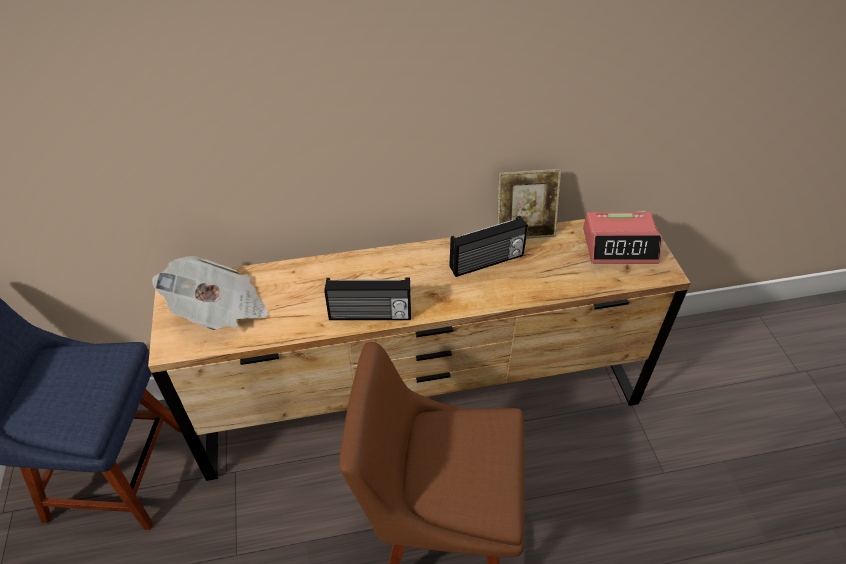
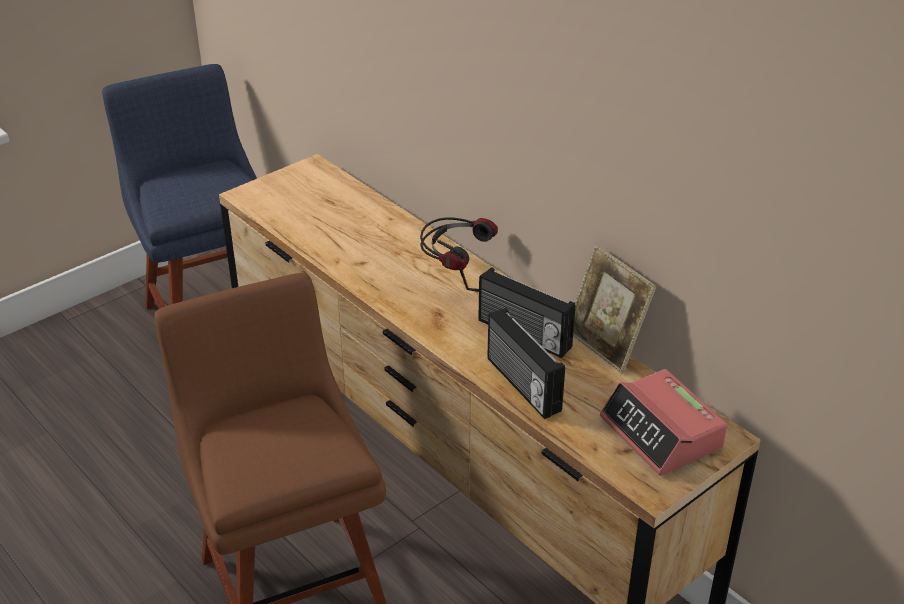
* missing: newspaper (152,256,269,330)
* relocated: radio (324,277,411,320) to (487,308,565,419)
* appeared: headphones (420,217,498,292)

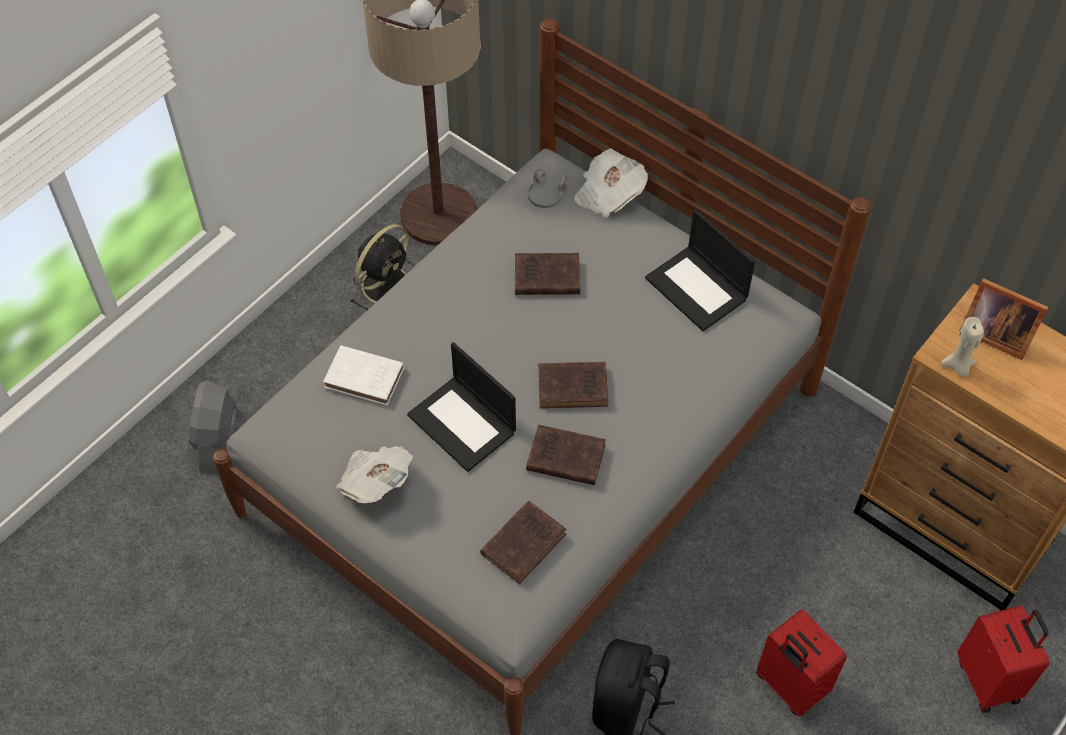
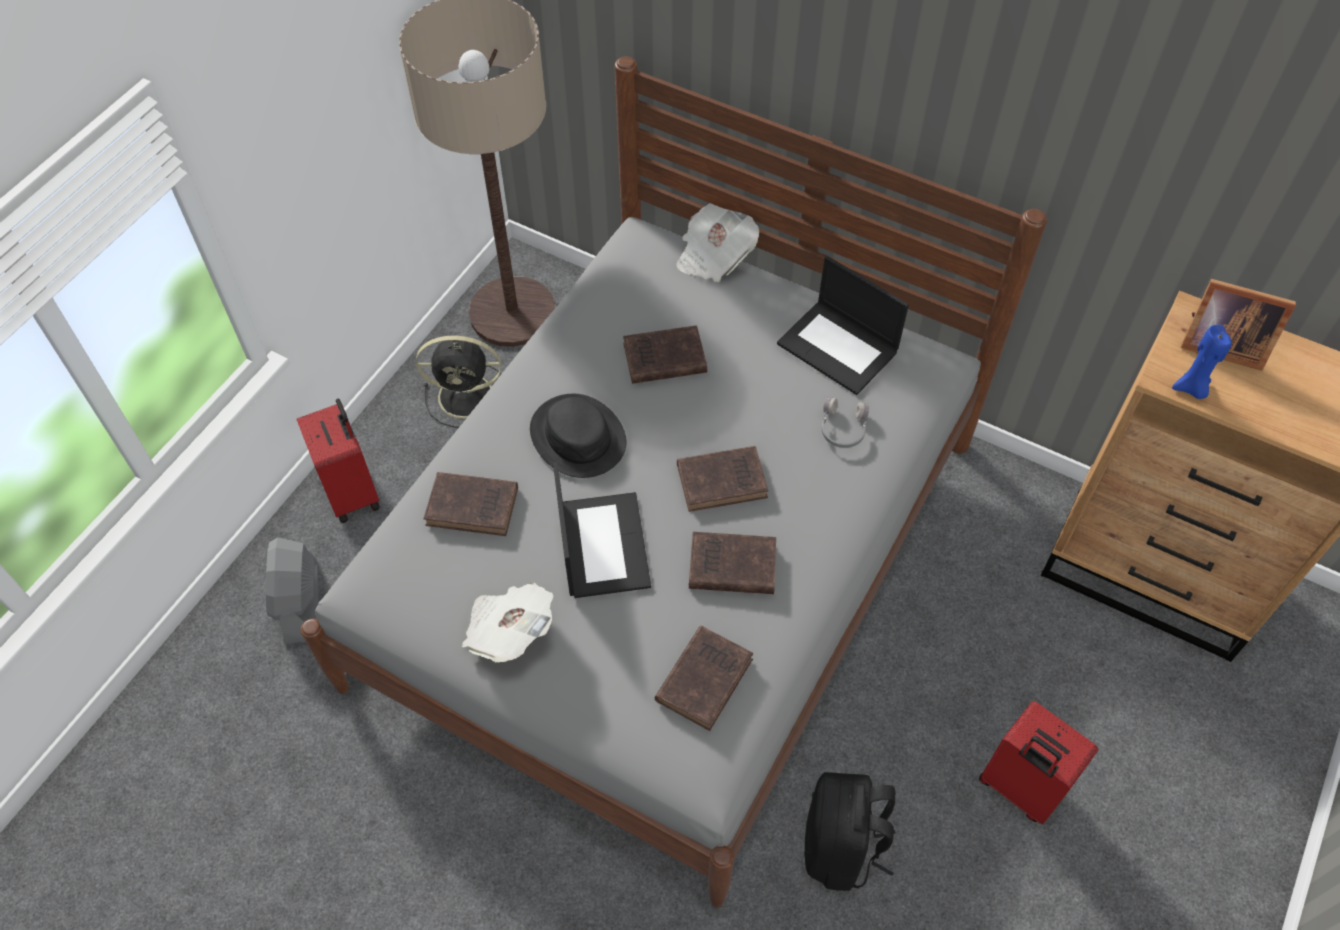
* relocated: grey headphones (528,169,569,208) to (822,397,869,448)
* spun: black fan (350,224,415,310) = (416,336,501,428) 60 degrees clockwise
* colour: beige candle (941,317,984,376) to blue candle (1172,325,1232,399)
* spun: laptop (407,342,516,472) = (553,462,651,598) 135 degrees counterclockwise
* colour: white book (323,345,404,406) to brown book (424,472,518,536)
* relocated: red suitcase (958,605,1049,713) to (297,398,380,523)
* appeared: black hat (530,394,626,478)

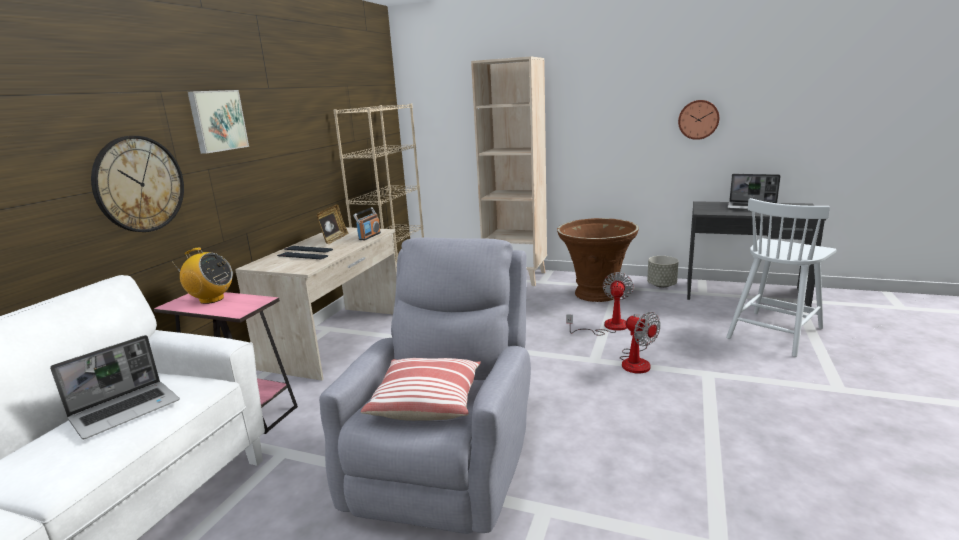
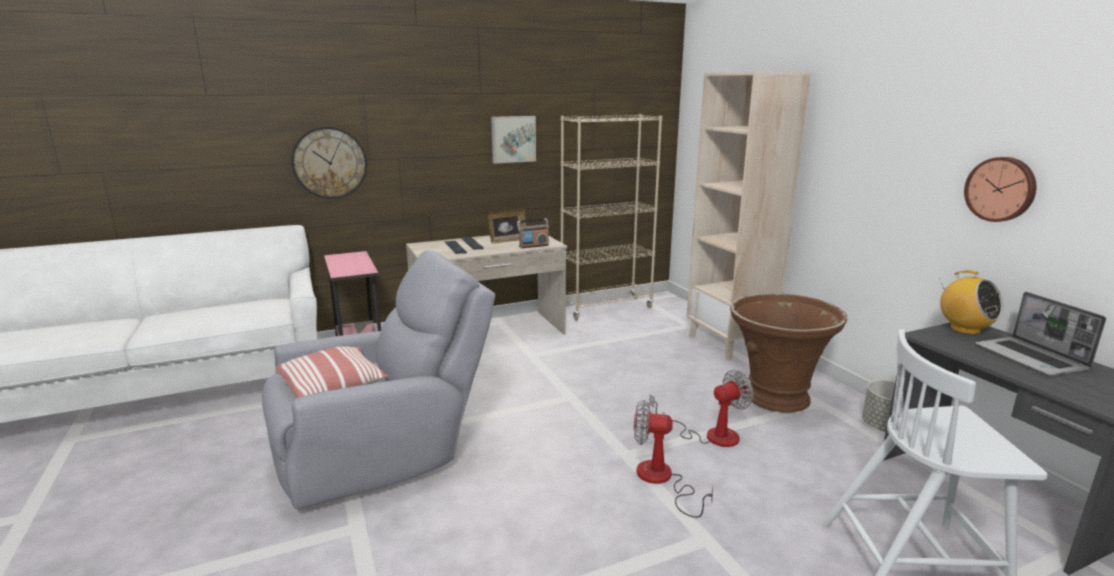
* relocated: picture (188,90,249,154) to (491,116,536,164)
* relocated: radio (171,248,233,304) to (939,270,1003,335)
* spun: fan (620,312,661,374) = (634,400,713,518) 90 degrees clockwise
* missing: laptop (50,335,180,439)

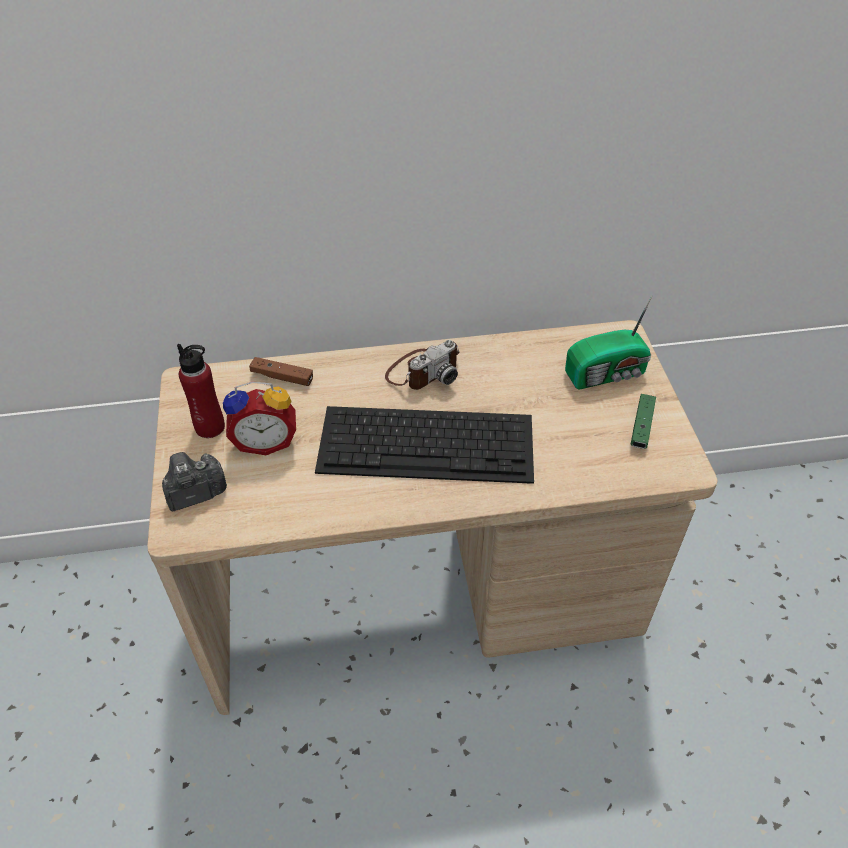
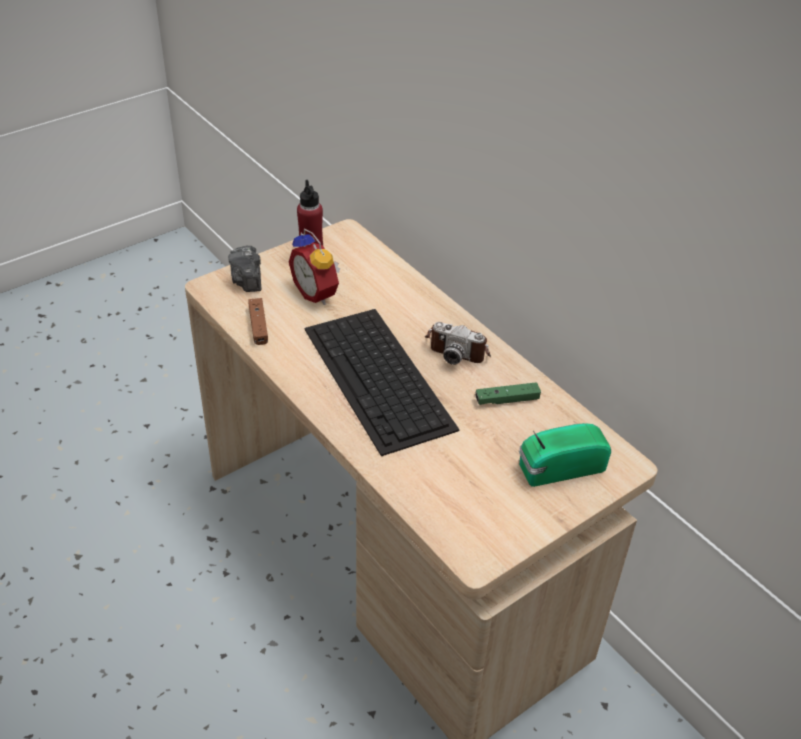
* spun: radio (565,295,653,389) = (519,423,611,487) 120 degrees clockwise
* relocated: brown game controller (249,357,313,386) to (249,298,268,345)
* relocated: green game controller (630,394,656,449) to (475,382,541,405)
* spun: photo camera (162,452,227,511) = (228,246,262,292) 135 degrees counterclockwise

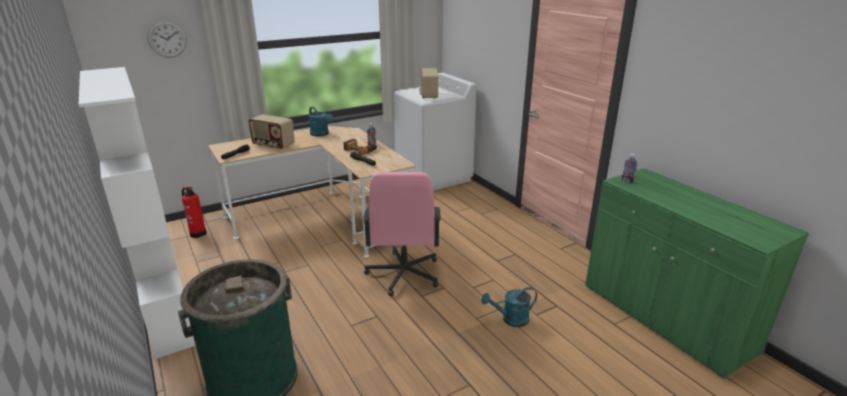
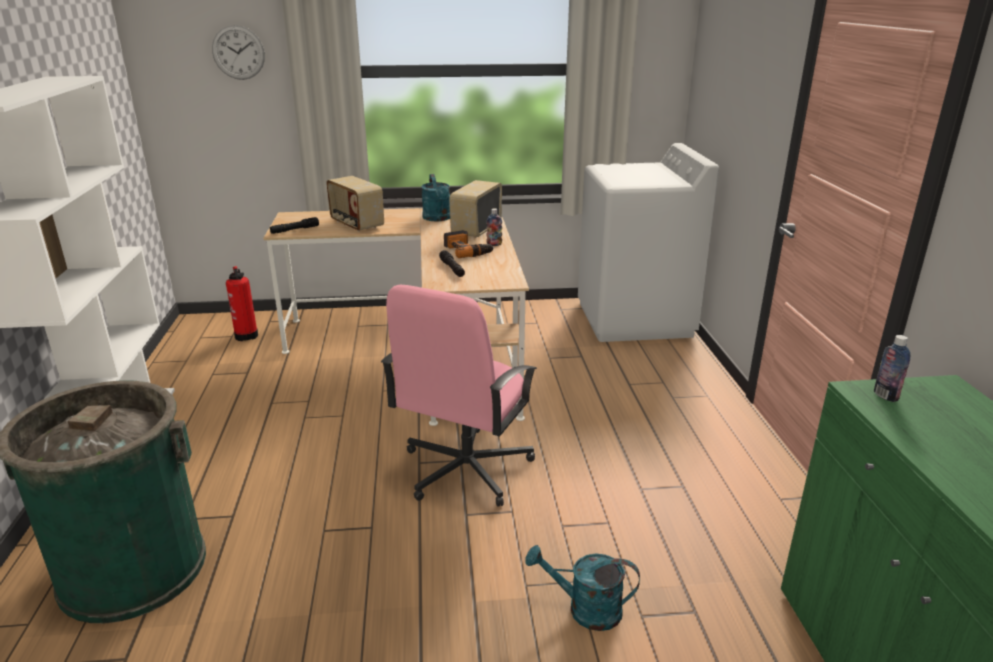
* relocated: radio (419,68,438,99) to (449,180,502,238)

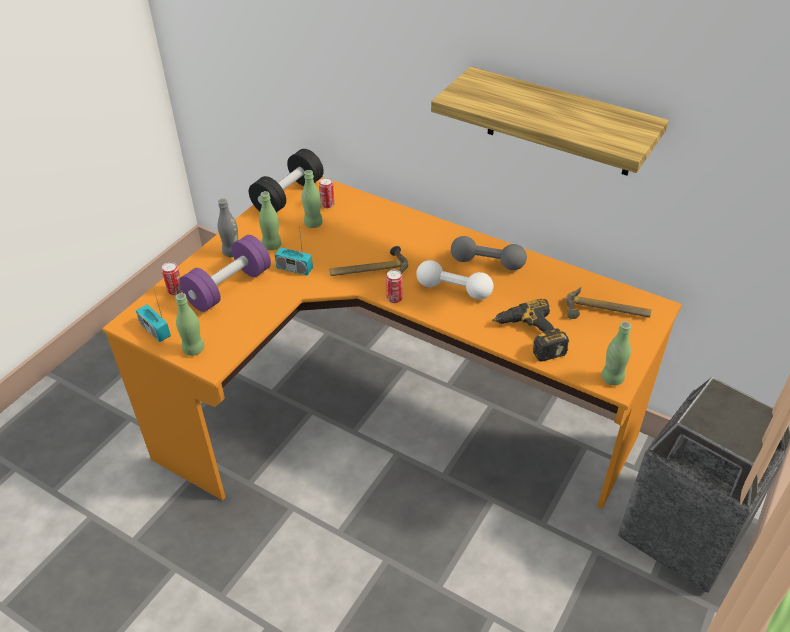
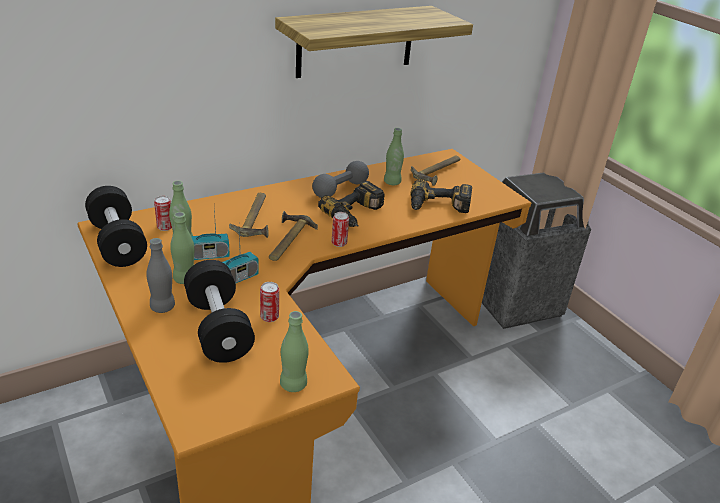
* colour: purple dumbbell (180,235,271,312) to black dumbbell (184,260,255,363)
* exchanged: white dumbbell (416,260,493,300) to power drill (318,181,385,227)
* relocated: can (162,262,182,295) to (260,282,279,322)
* relocated: radio (136,294,171,342) to (191,209,230,260)
* relocated: green bottle (601,321,631,385) to (384,128,404,185)
* appeared: hammer (229,193,268,238)

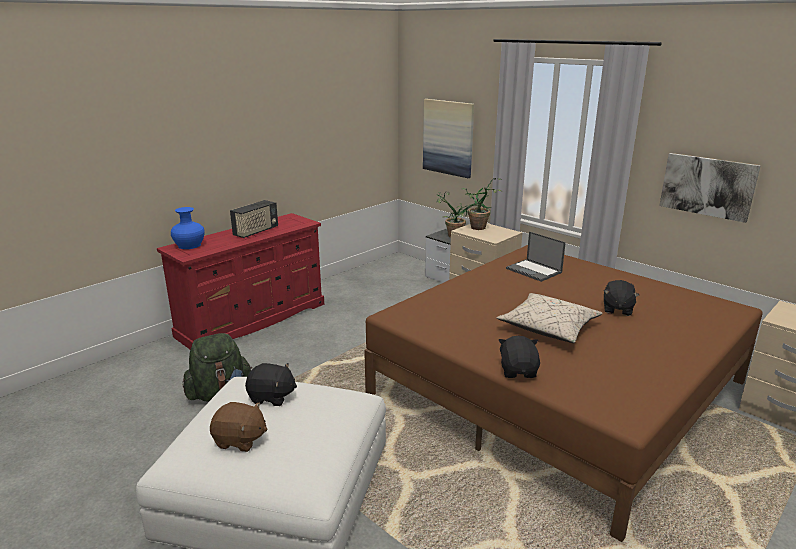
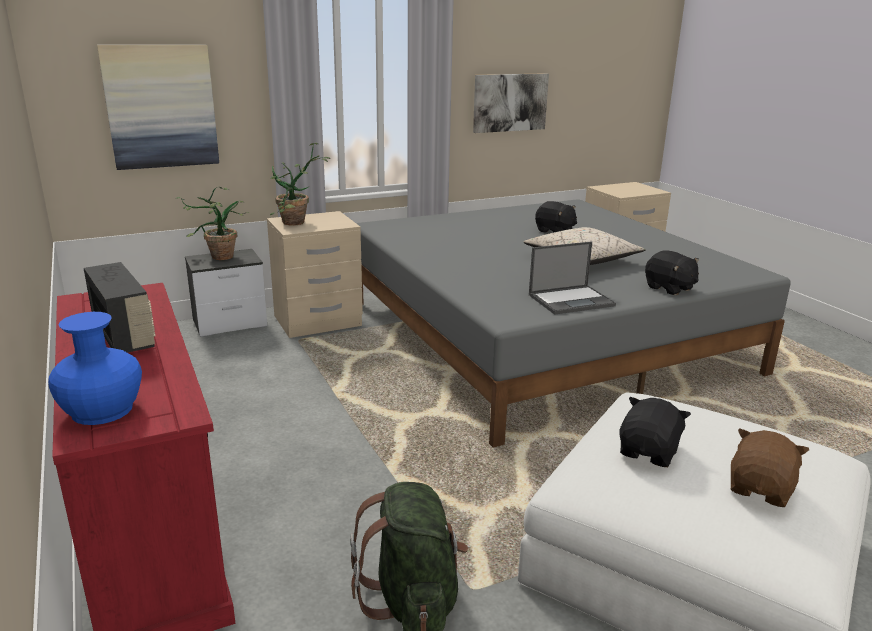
* relocated: laptop (506,231,566,282) to (529,241,616,315)
* colour: brown bed (364,245,762,542) to grey bed (356,199,791,447)
* spun: black plush toy (498,336,540,378) = (645,250,699,295) 150 degrees counterclockwise

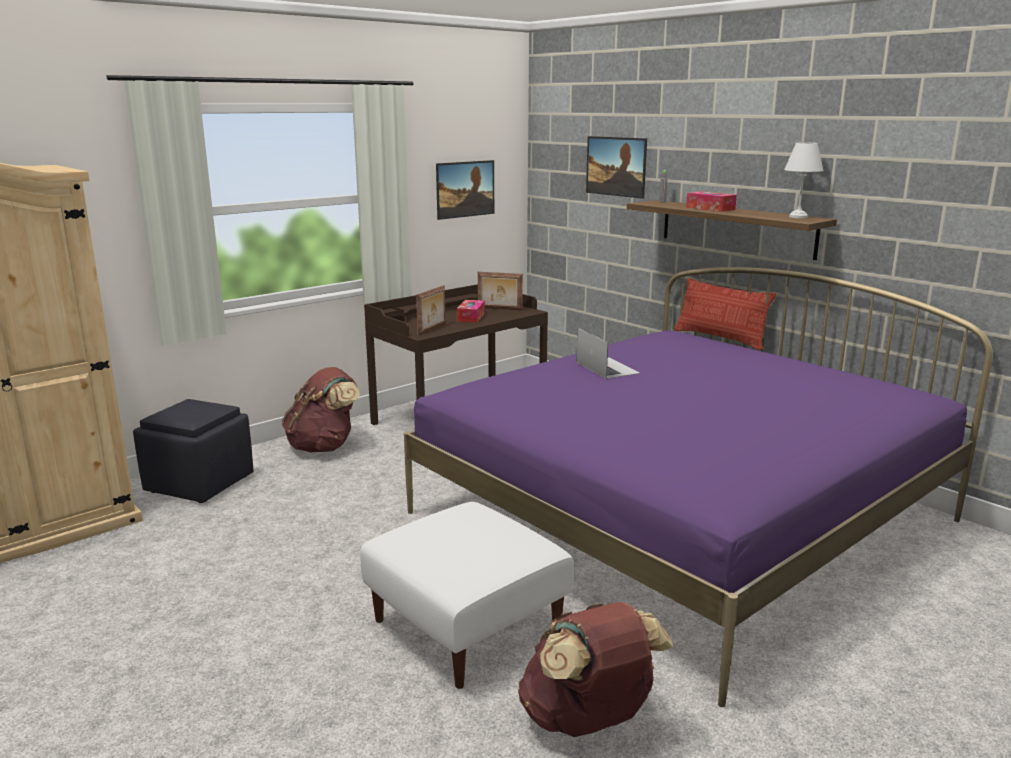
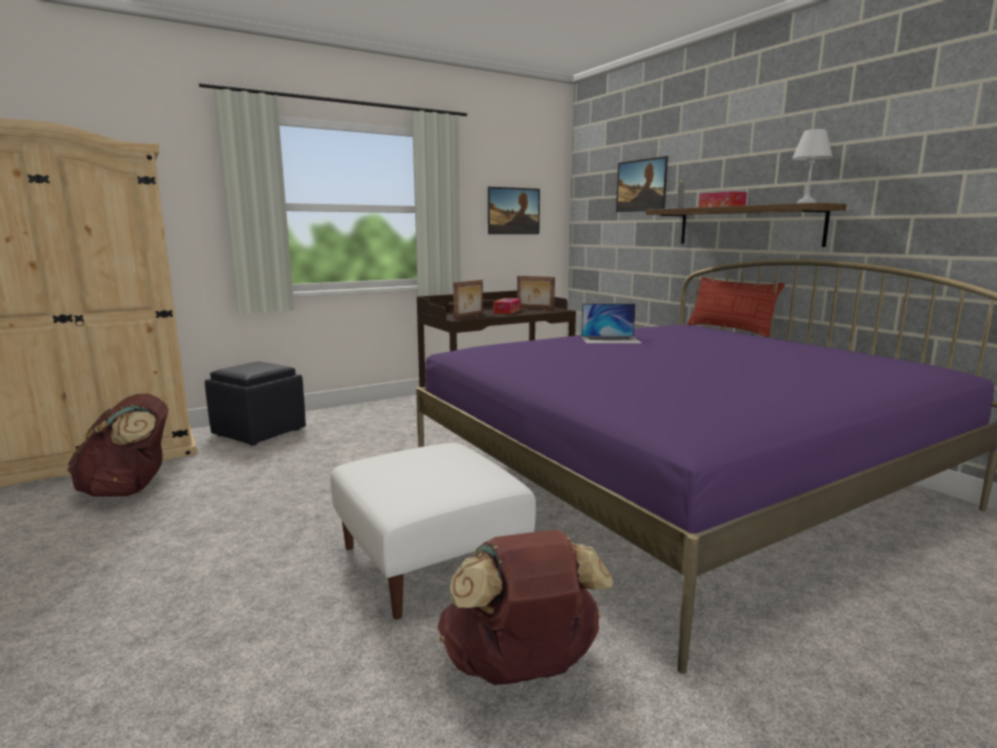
* spun: laptop (576,328,640,379) = (581,304,642,344) 105 degrees clockwise
* relocated: brown backpack (282,367,360,452) to (67,394,169,496)

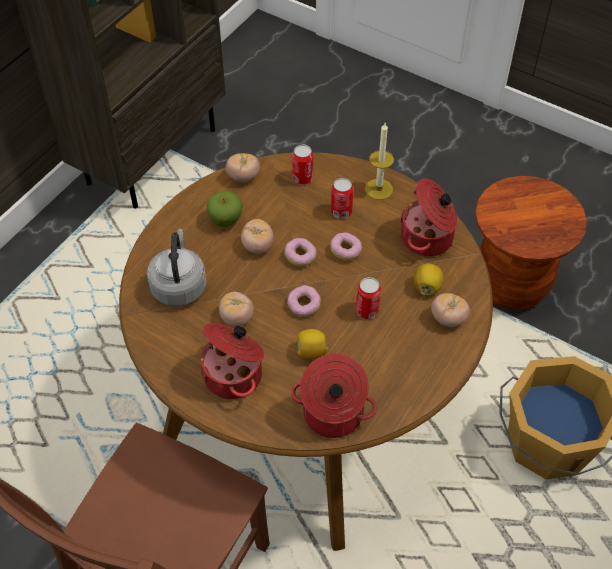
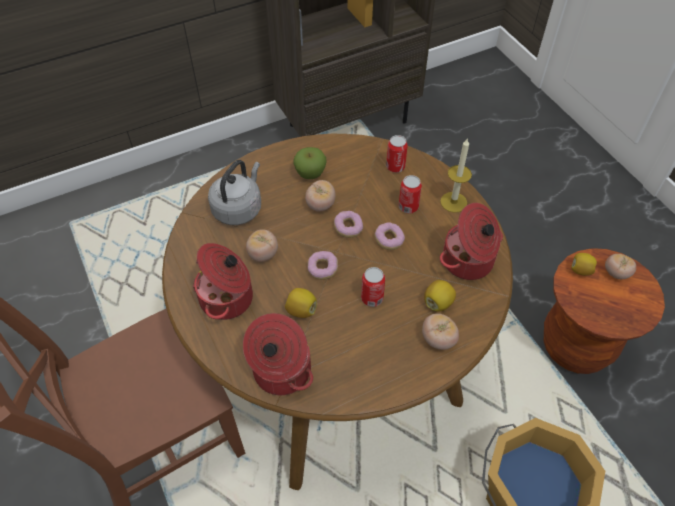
* relocated: tomato (226,153,260,182) to (605,254,636,279)
* appeared: lemon (571,253,597,276)

